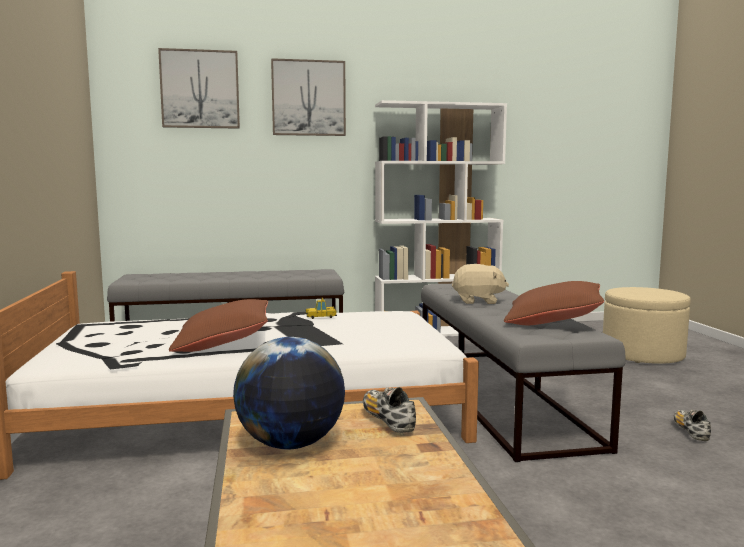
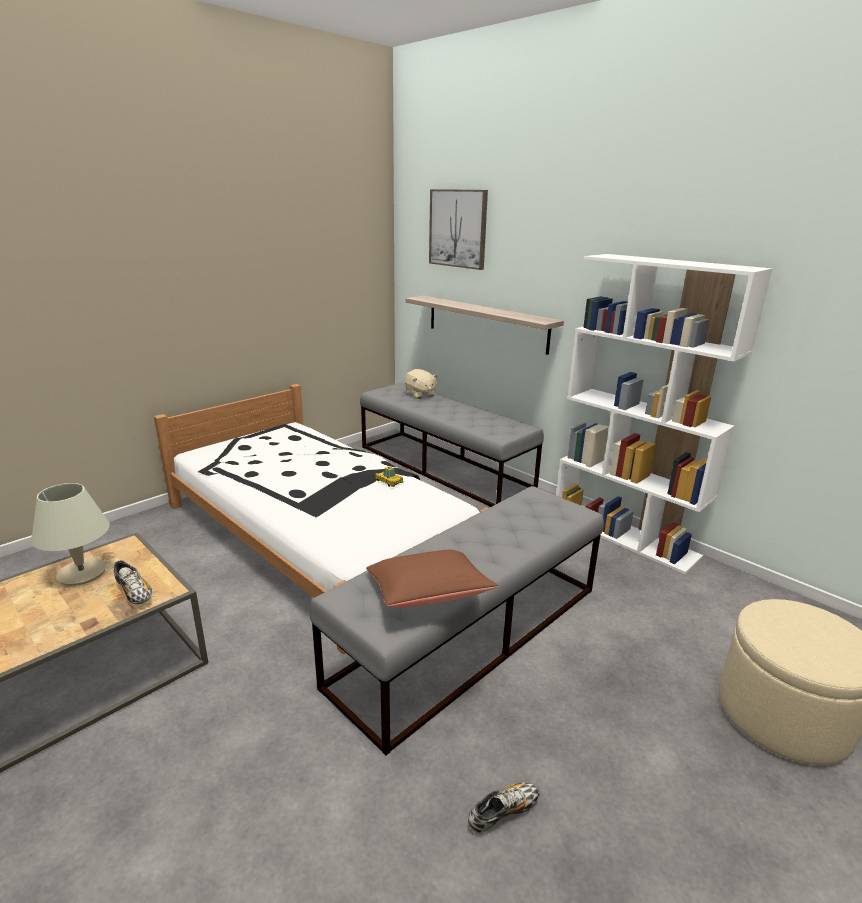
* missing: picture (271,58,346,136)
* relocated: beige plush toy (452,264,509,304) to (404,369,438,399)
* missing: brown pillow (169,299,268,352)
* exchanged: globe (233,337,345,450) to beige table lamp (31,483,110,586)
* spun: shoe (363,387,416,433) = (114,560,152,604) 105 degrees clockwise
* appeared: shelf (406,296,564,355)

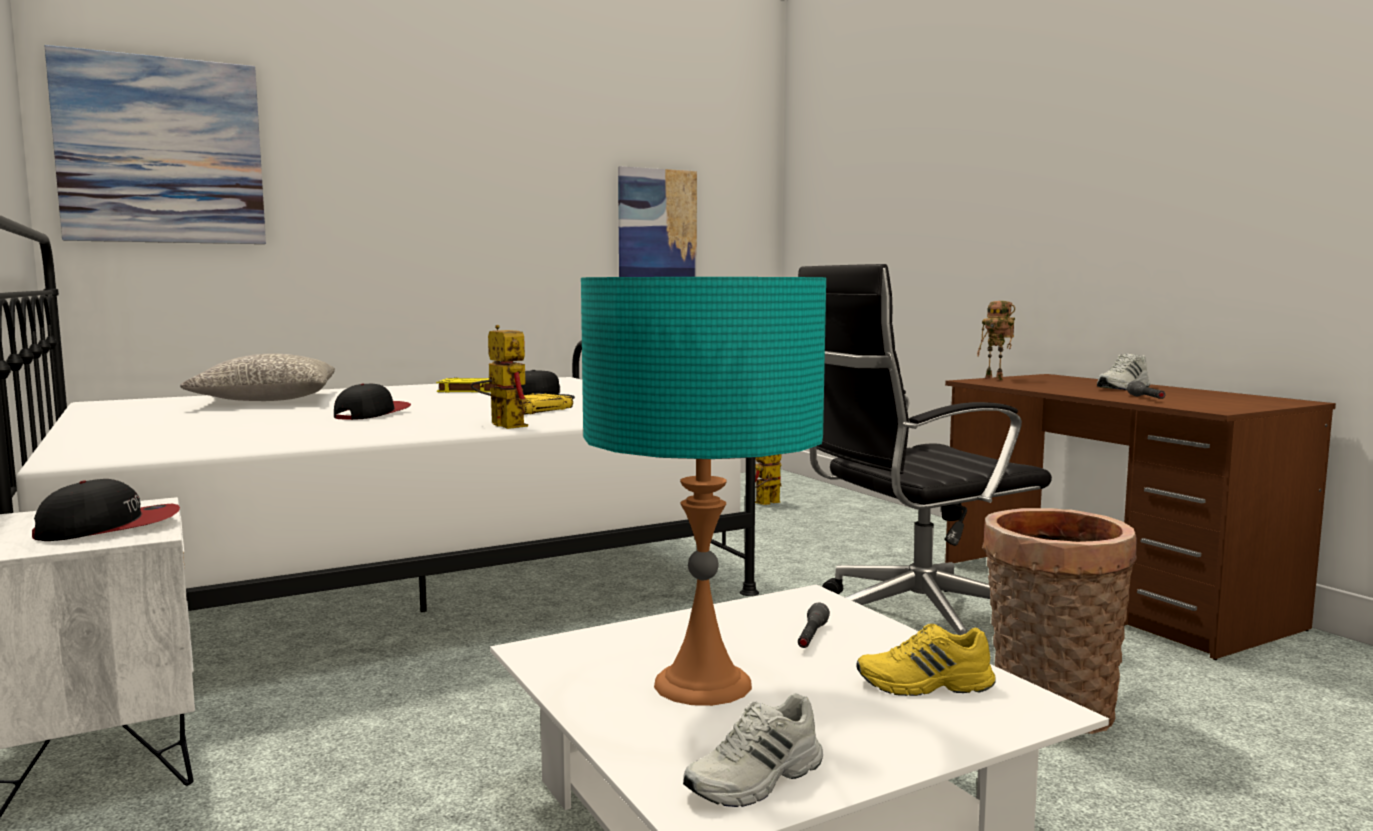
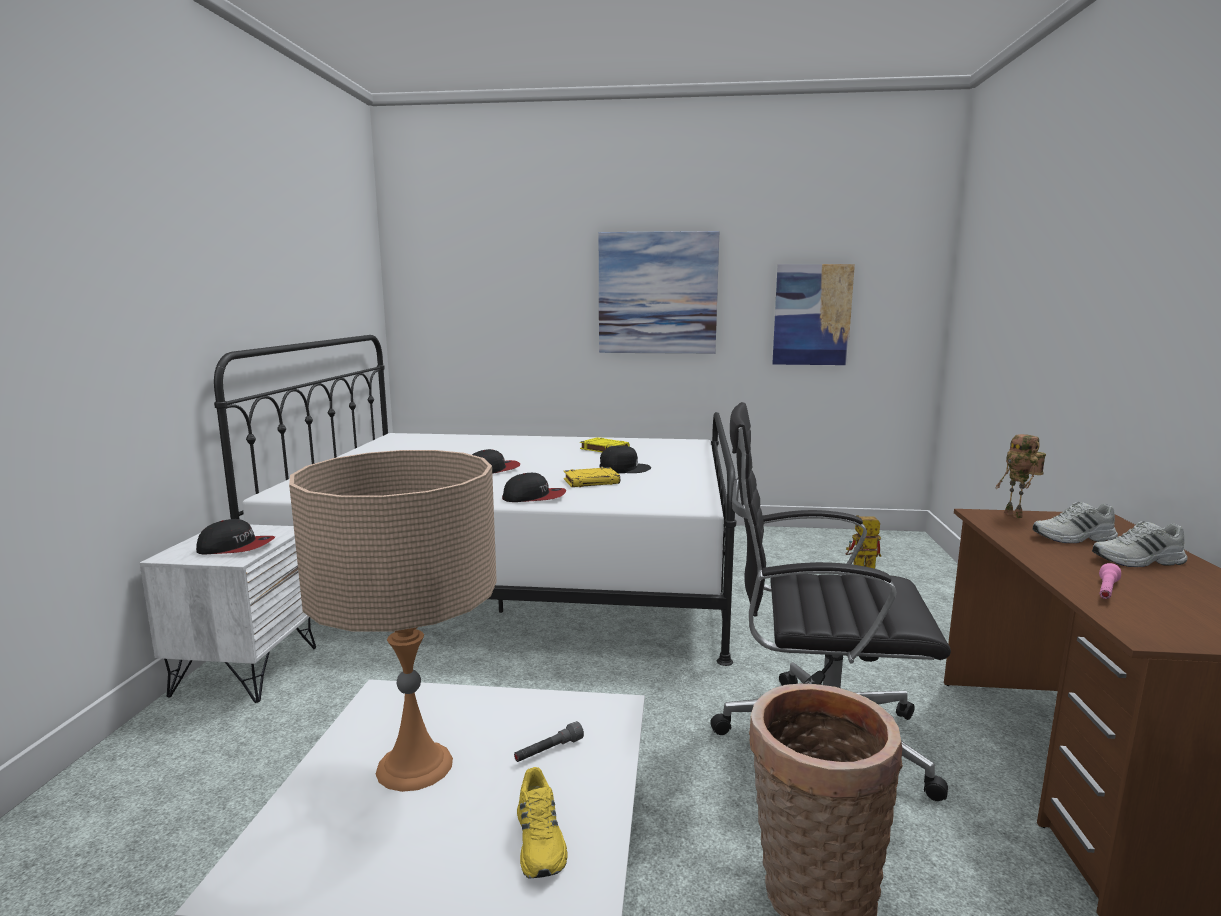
* relocated: picture (45,45,266,244) to (599,231,719,354)
* colour: turquoise table lamp (581,277,826,706) to beige table lamp (289,450,497,792)
* exchanged: toy robot (471,325,528,429) to cap (502,473,566,502)
* missing: grey pillow (180,353,335,401)
* colour: grey flashlight (1127,381,1166,399) to pink flashlight (1099,563,1121,599)
* spun: yellow shoe (856,624,996,696) = (517,767,568,878) 135 degrees counterclockwise
* relocated: white shoe (683,693,823,807) to (1032,502,1118,543)

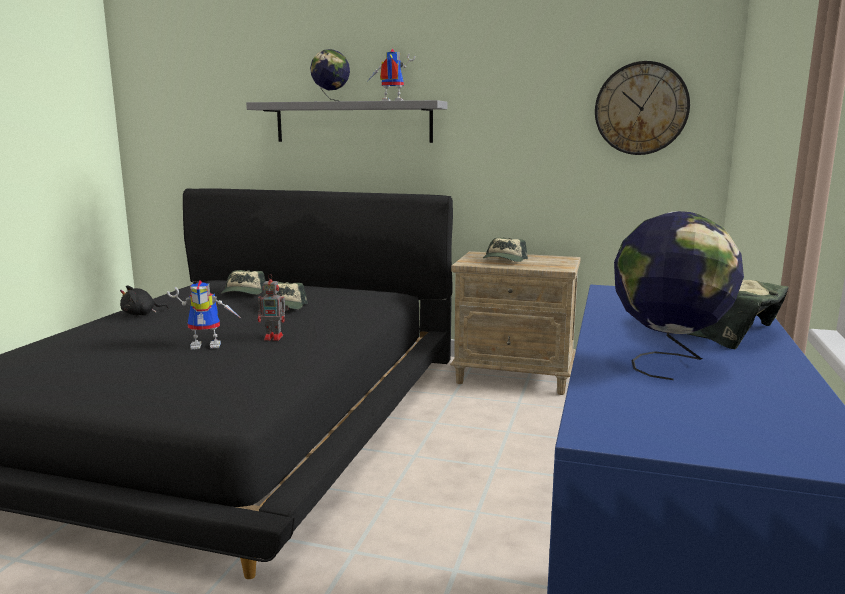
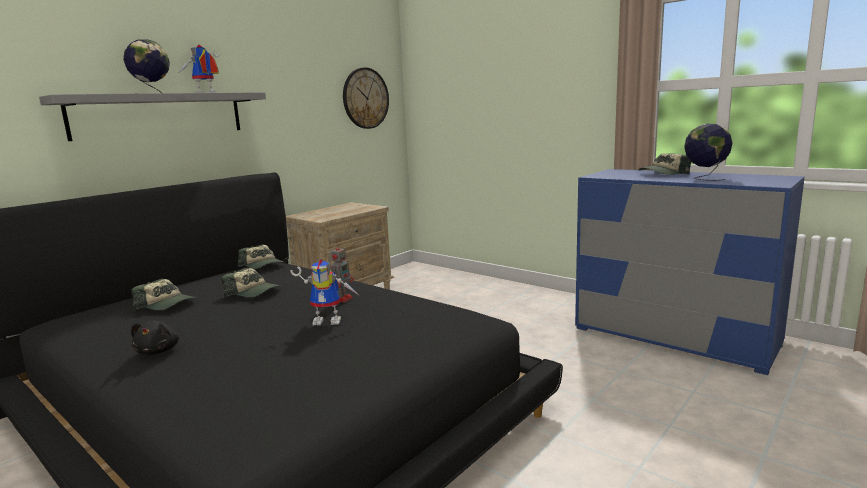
* relocated: cap (483,238,528,262) to (238,245,284,269)
* spun: toy robot (167,280,240,349) = (290,259,360,325) 75 degrees clockwise

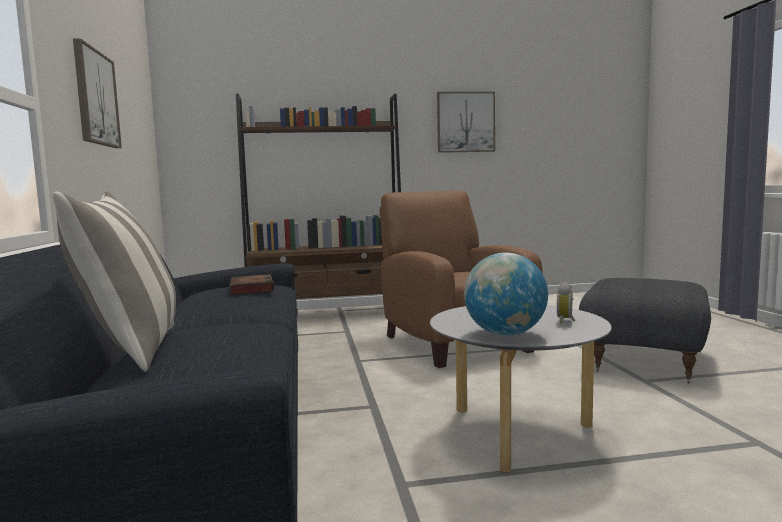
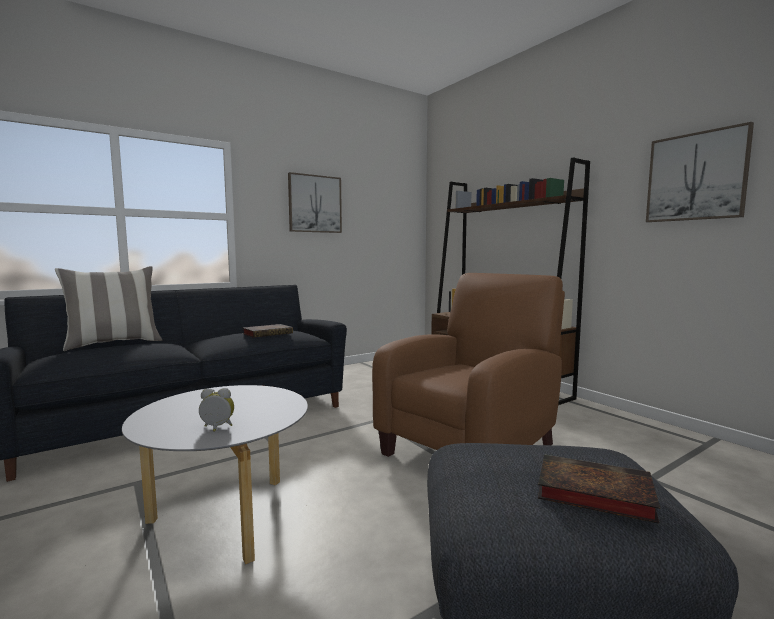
* missing: globe (464,253,548,336)
* appeared: book (538,454,660,524)

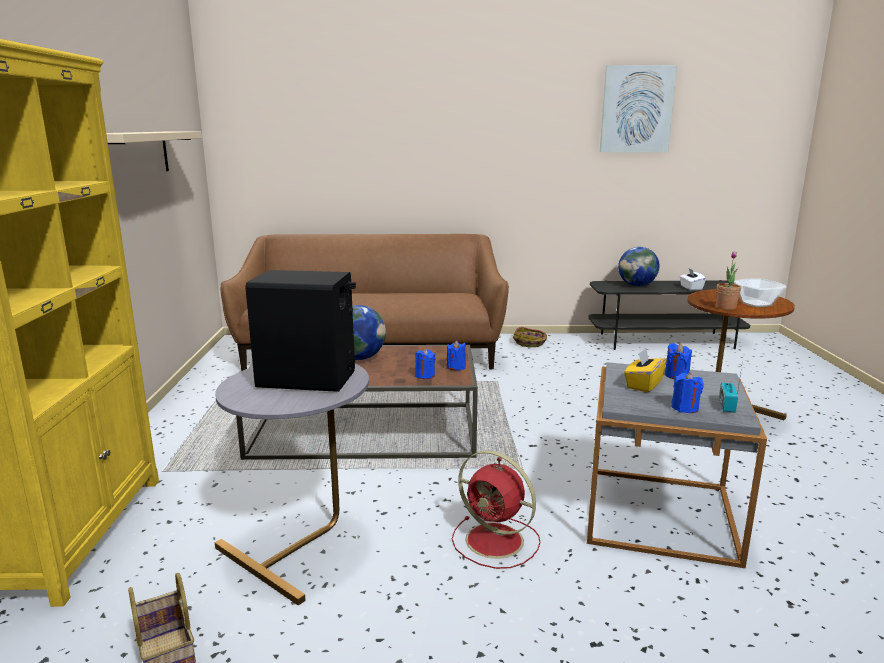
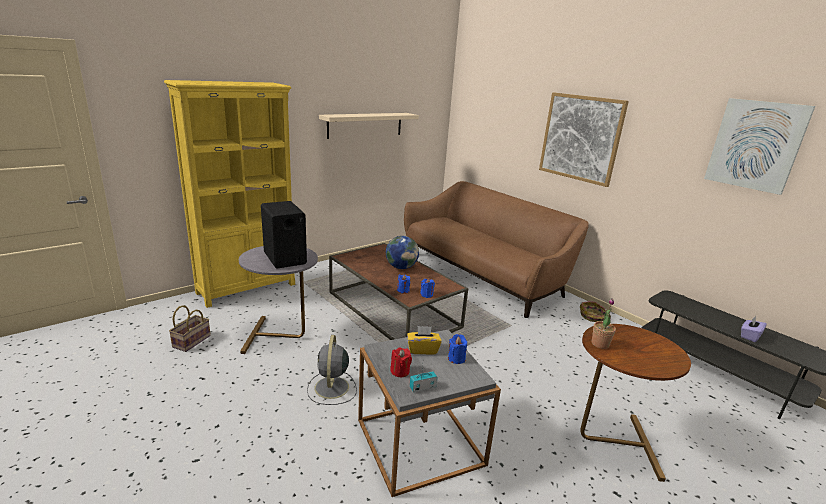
* missing: globe (618,247,659,286)
* colour: white tissue box (679,269,706,291) to purple tissue box (741,316,767,342)
* missing: bowl (734,278,787,307)
* colour: blue candle (671,372,704,413) to red candle (390,347,412,377)
* colour: red fan (452,450,540,569) to grey fan (307,335,357,405)
* appeared: picture (539,93,629,187)

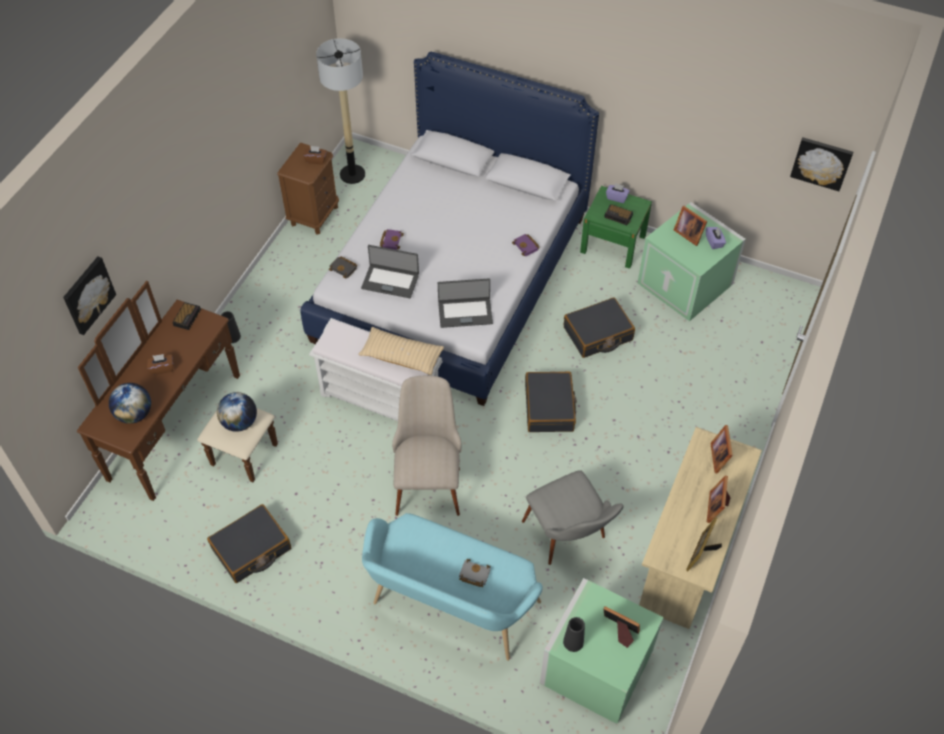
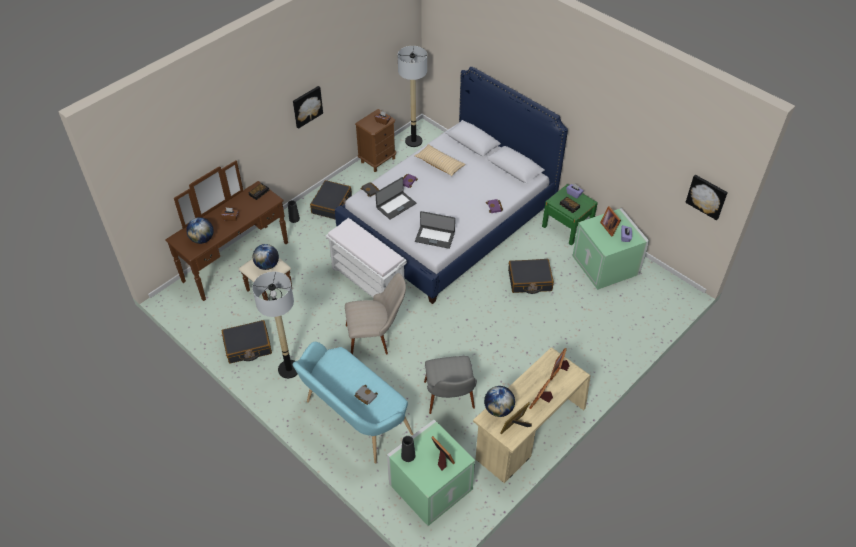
* spun: laptop (361,245,419,298) = (375,177,416,220) 75 degrees counterclockwise
* relocated: picture (63,256,116,335) to (293,86,323,129)
* relocated: beige pillow (358,327,444,375) to (414,144,466,176)
* relocated: black suitcase (525,371,577,432) to (310,180,352,219)
* spun: beige chair (392,375,462,516) = (345,273,406,354) 60 degrees clockwise
* appeared: floor lamp (252,272,298,379)
* appeared: globe (484,386,515,417)

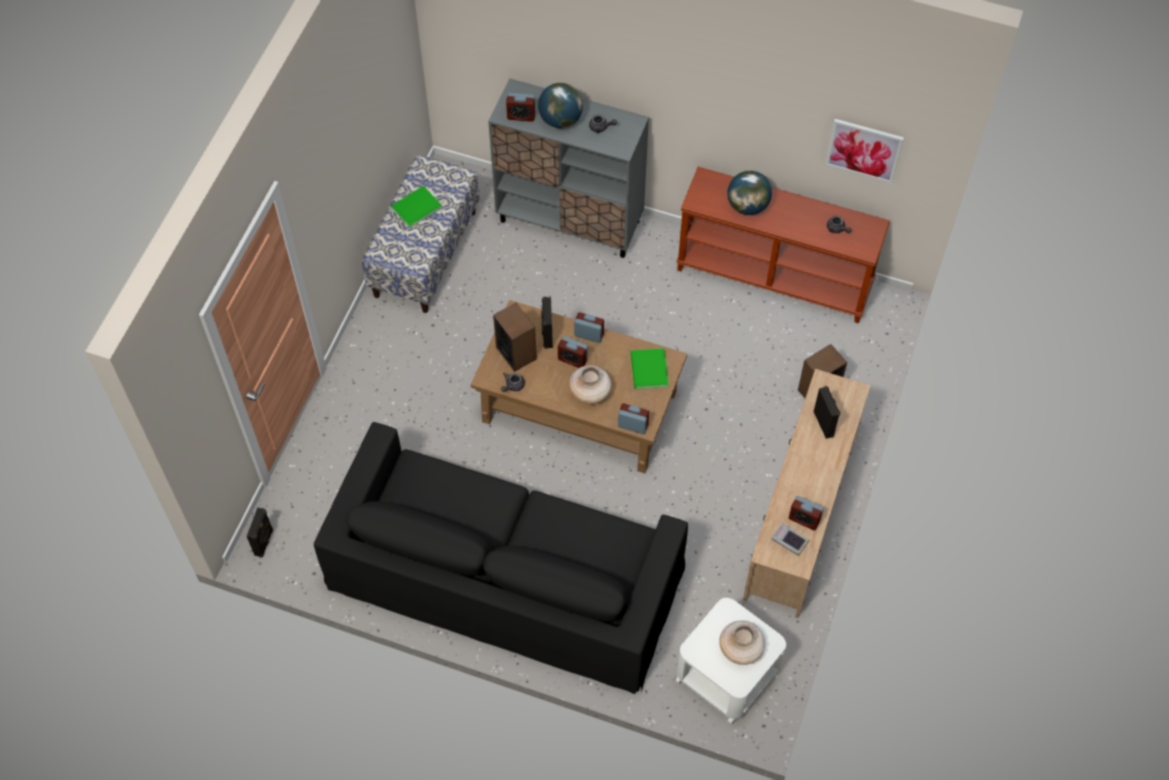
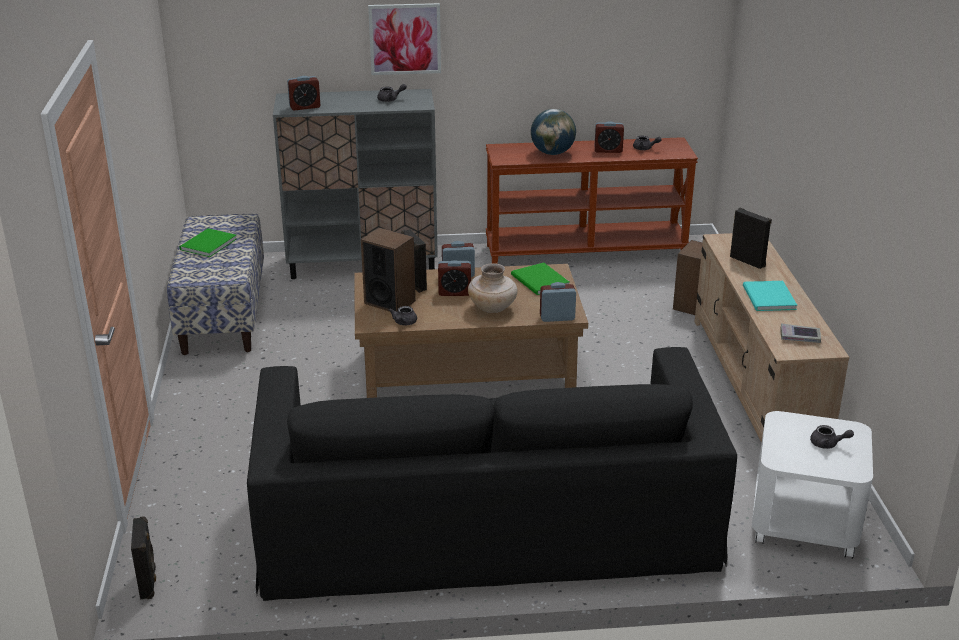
* missing: globe (538,83,583,128)
* relocated: picture (825,119,904,183) to (368,3,441,75)
* relocated: alarm clock (789,496,824,531) to (594,121,624,153)
* exchanged: beige vase (719,620,765,665) to grey teapot (810,425,854,449)
* appeared: turquoise book (743,281,797,311)

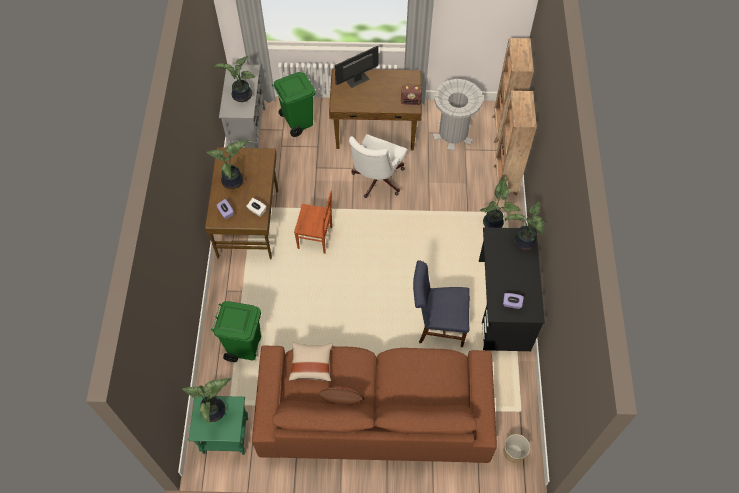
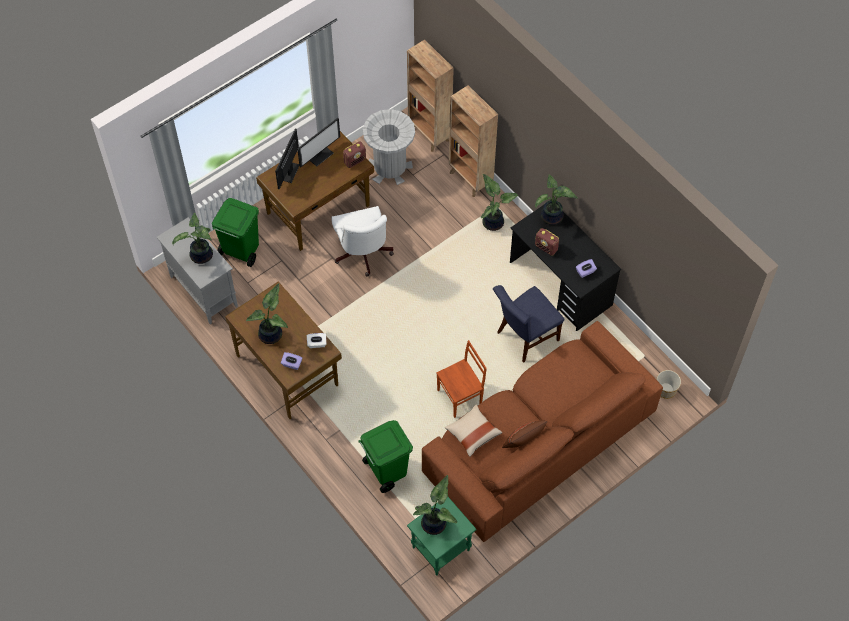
* relocated: brown chair (294,191,332,254) to (436,340,487,418)
* appeared: monitor (297,118,340,168)
* appeared: radio (535,228,559,256)

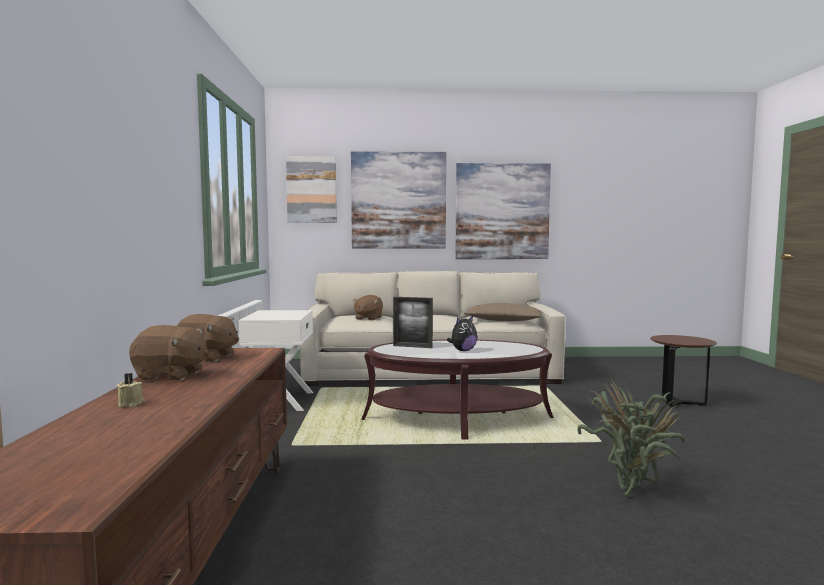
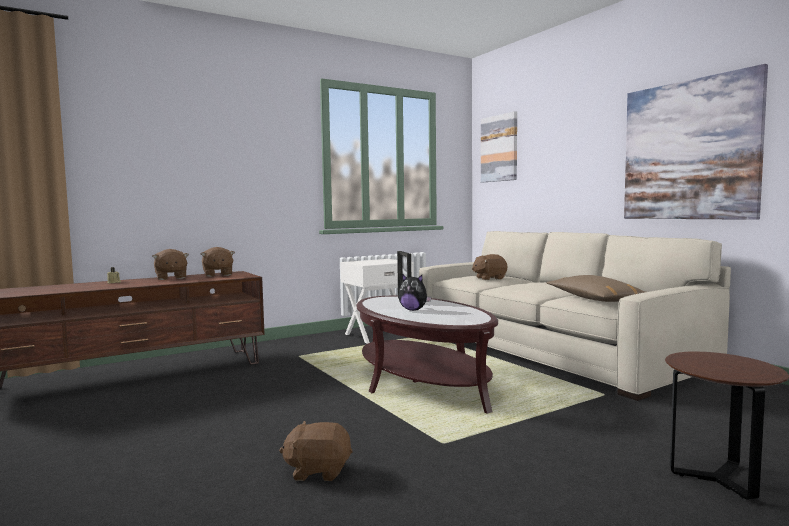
* missing: picture (351,151,446,248)
* exchanged: potted plant (577,379,685,496) to brown plush toy (279,421,353,481)

